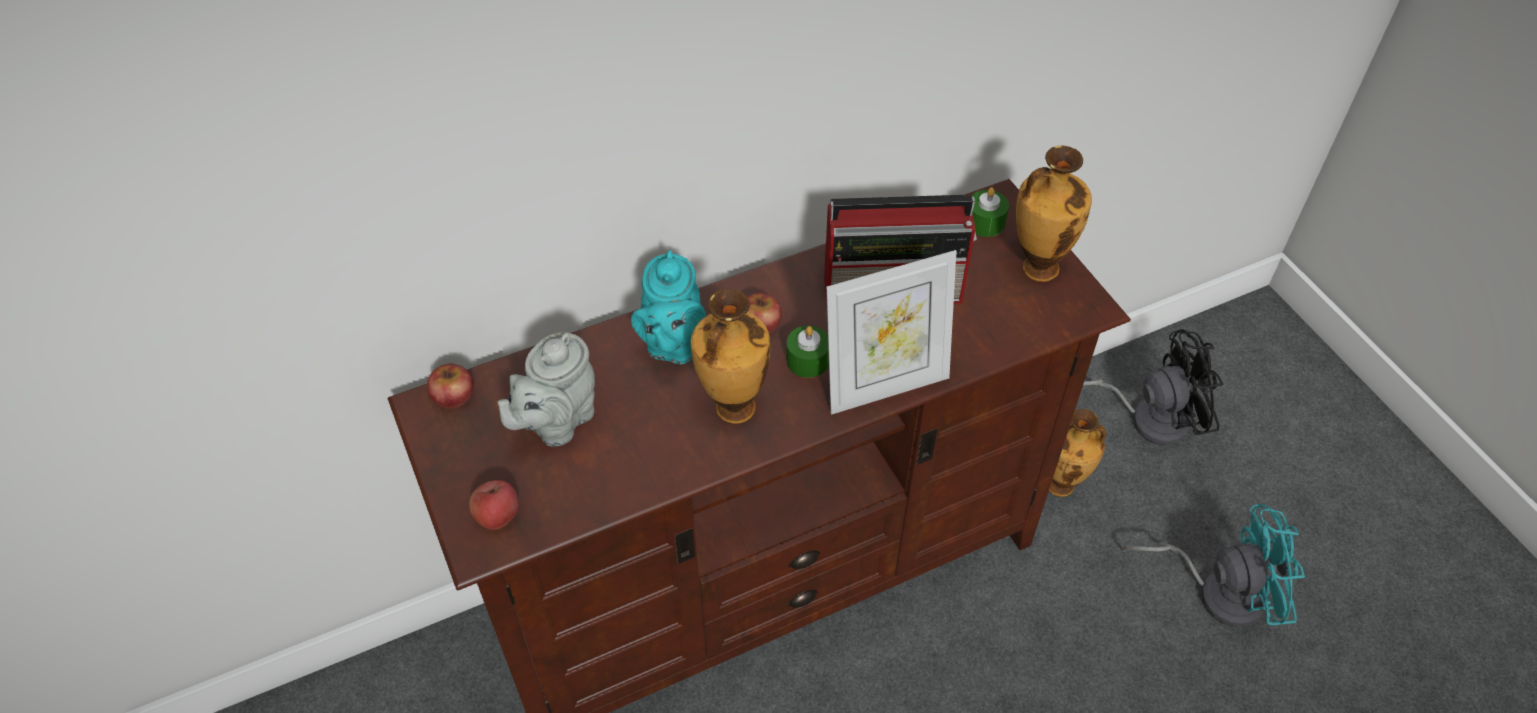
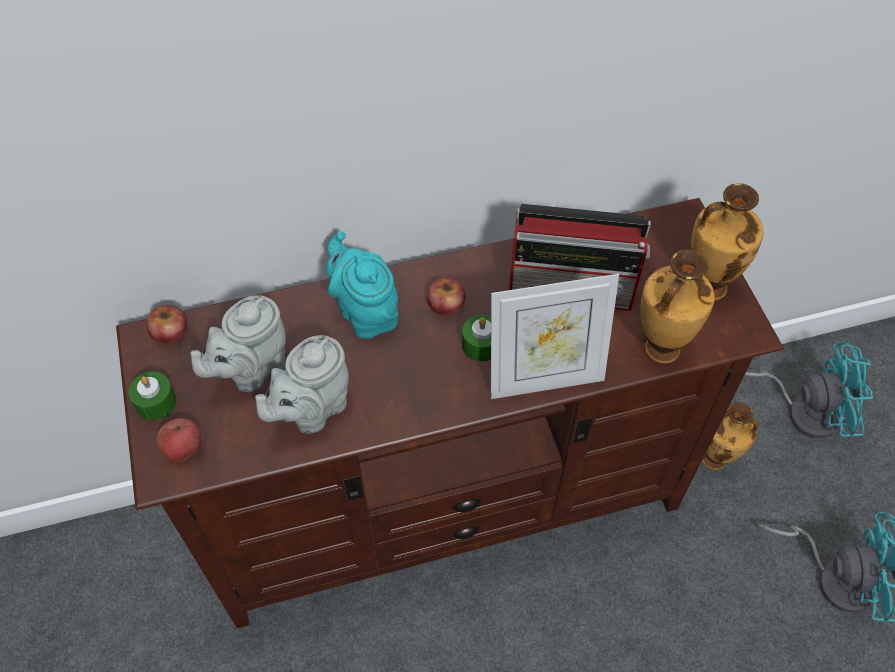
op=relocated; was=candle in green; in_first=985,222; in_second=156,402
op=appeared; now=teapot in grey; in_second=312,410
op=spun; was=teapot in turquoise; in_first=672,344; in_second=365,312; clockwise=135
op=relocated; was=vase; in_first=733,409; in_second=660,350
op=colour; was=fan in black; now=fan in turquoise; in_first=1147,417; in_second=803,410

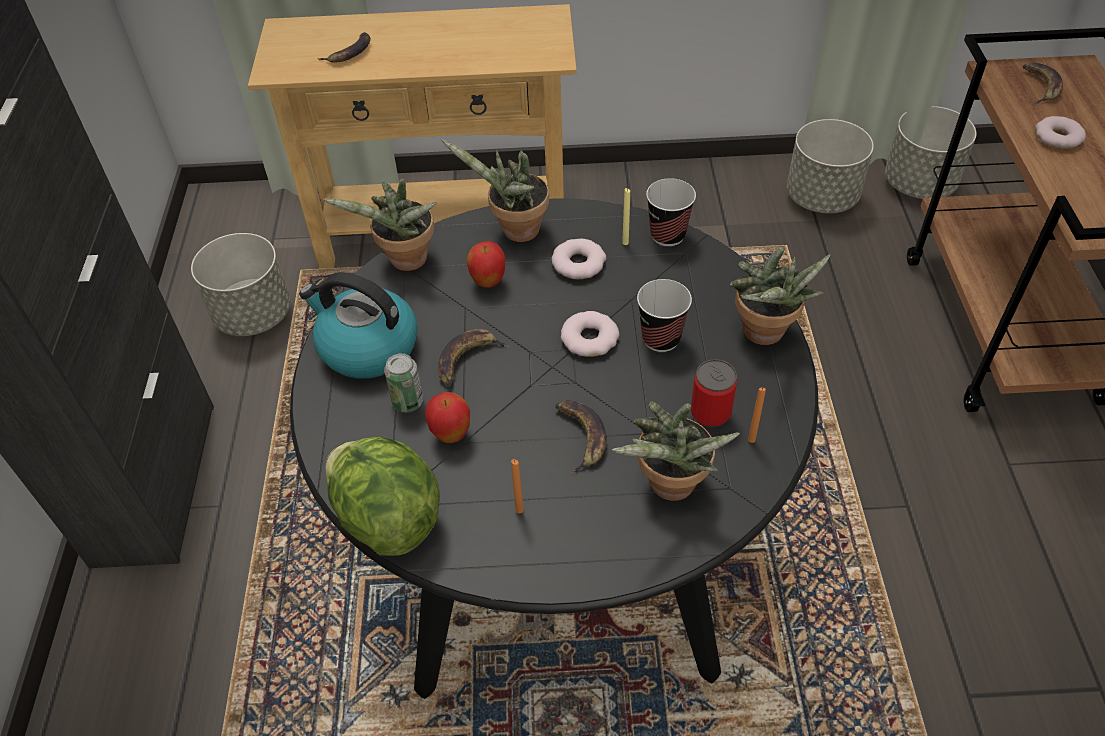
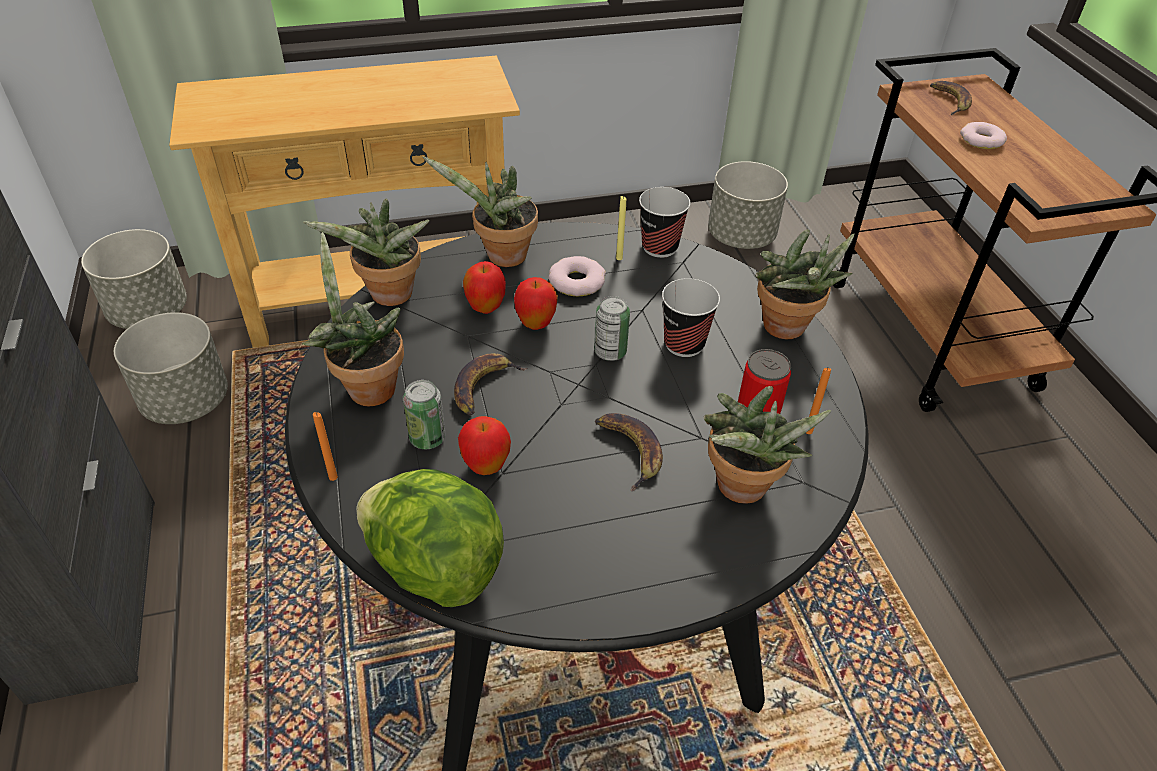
op=relocated; was=planter in grey; in_first=918,184; in_second=149,312
op=exchanged; was=kettle; now=potted plant; in_first=367,347; in_second=366,387
op=relocated; was=candle in orange; in_first=519,510; in_second=333,477
op=appeared; now=apple; in_second=536,324
op=exchanged; was=donut; now=can; in_first=590,338; in_second=610,352
op=missing; was=banana; in_first=350,52

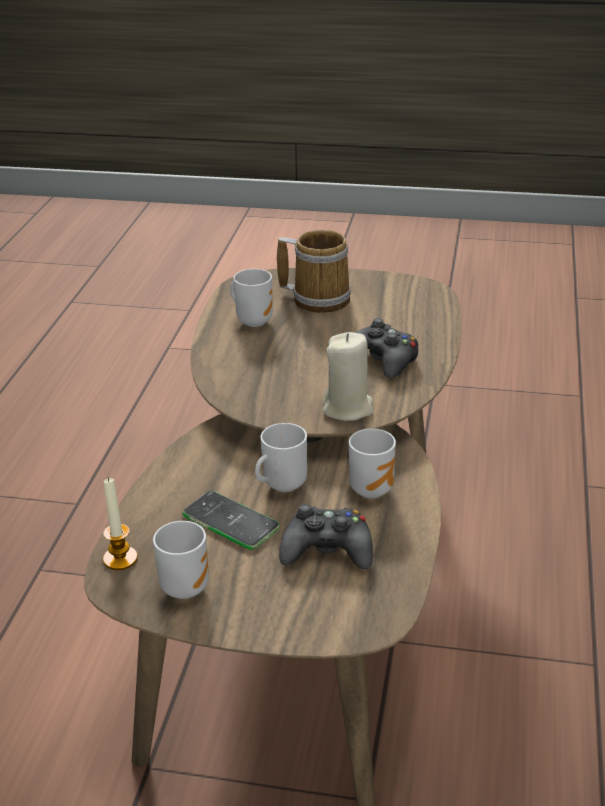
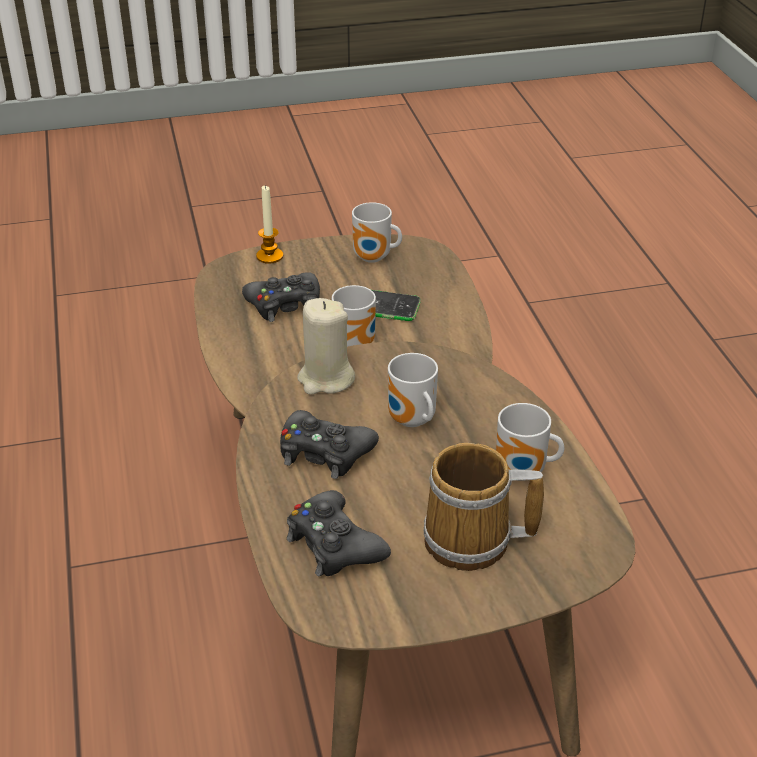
op=relocated; was=candle; in_first=120,559; in_second=269,256
op=appeared; now=game controller in black; in_second=334,545
op=relocated; was=mug; in_first=373,488; in_second=411,422

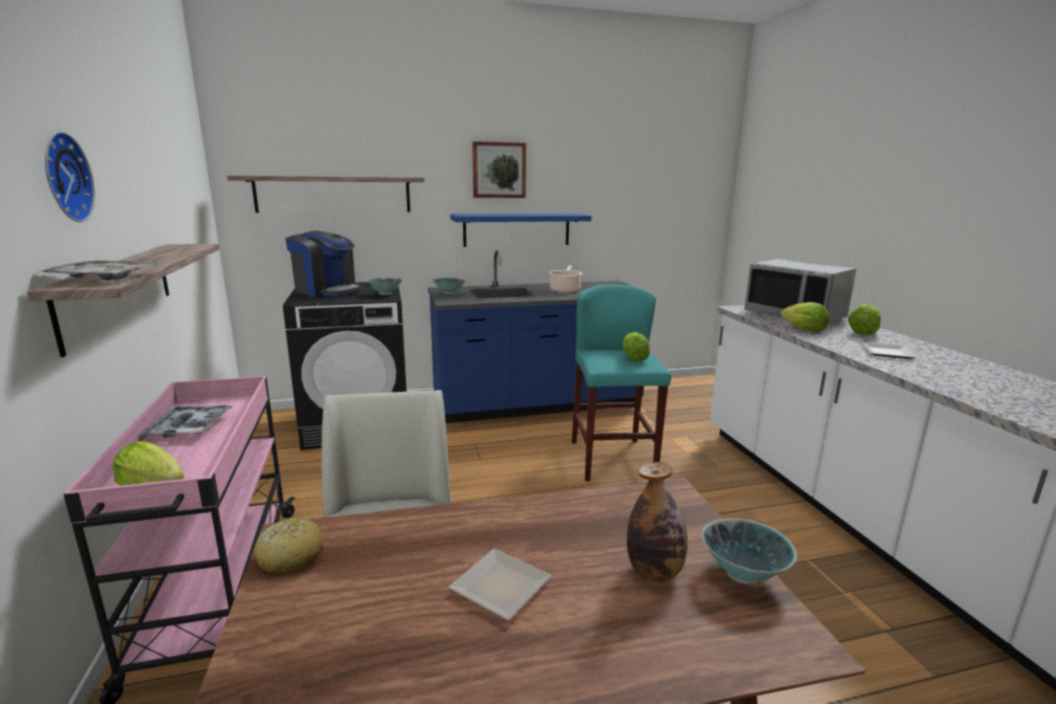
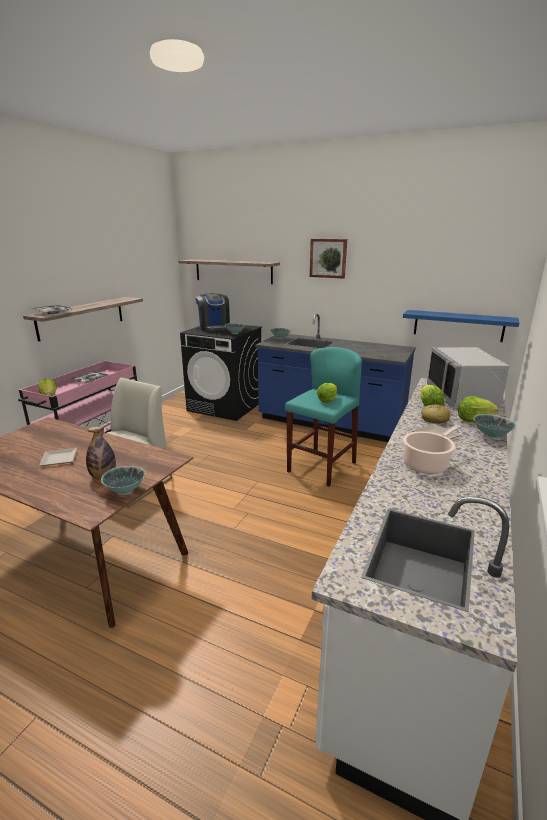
op=relocated; was=shelf in blue; in_first=517,229; in_second=458,325
op=relocated; was=cooking pot; in_first=565,290; in_second=427,464
op=relocated; was=bread; in_first=290,556; in_second=434,419
op=appeared; now=bowl; in_second=491,436
op=missing; was=wall clock; in_first=62,177

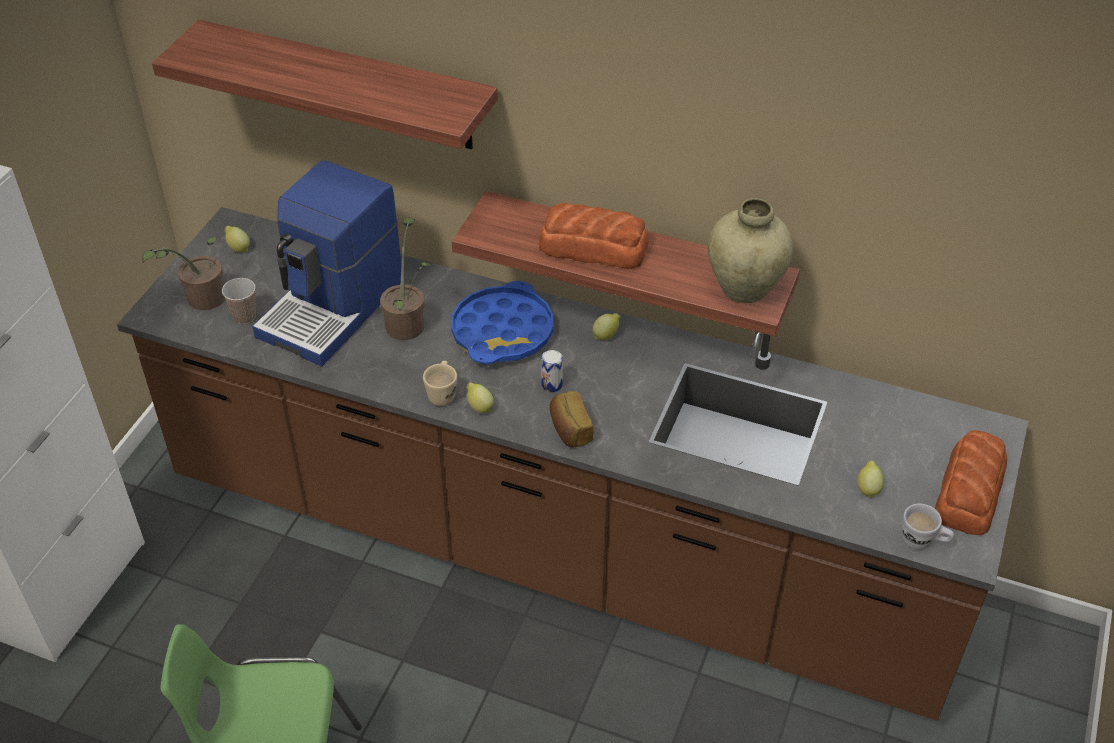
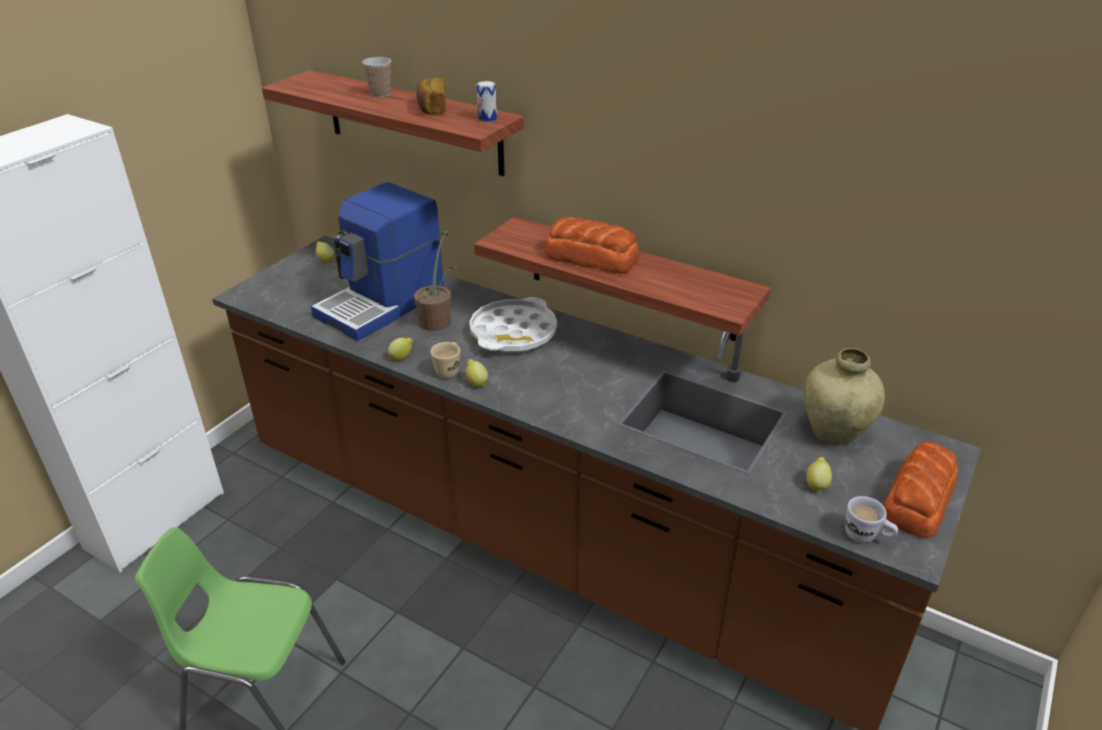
op=relocated; was=cup; in_first=244,316; in_second=380,94
op=relocated; was=lemon; in_first=606,335; in_second=402,358
op=relocated; was=bread; in_first=569,429; in_second=431,108
op=colour; was=tray in blue; now=tray in white; in_first=503,332; in_second=513,333
op=relocated; was=can; in_first=551,385; in_second=487,119
op=relocated; was=vase in beige; in_first=744,289; in_second=833,433
op=missing; was=potted plant; in_first=201,300

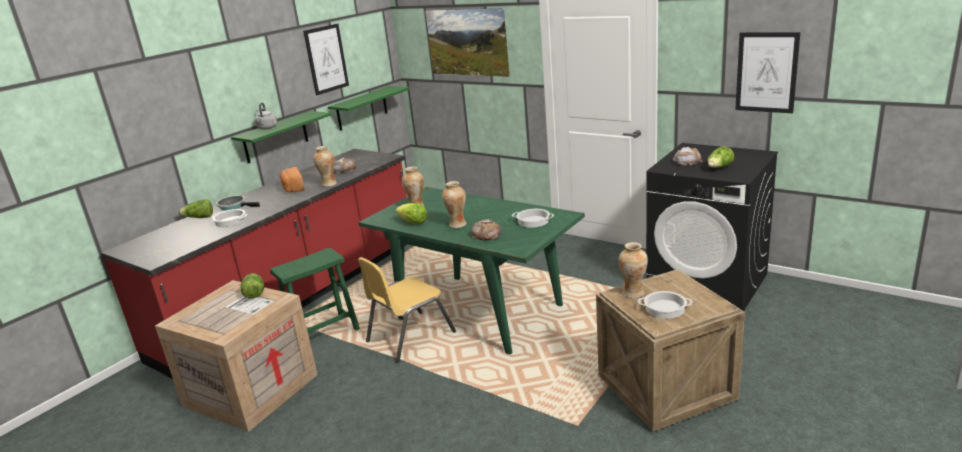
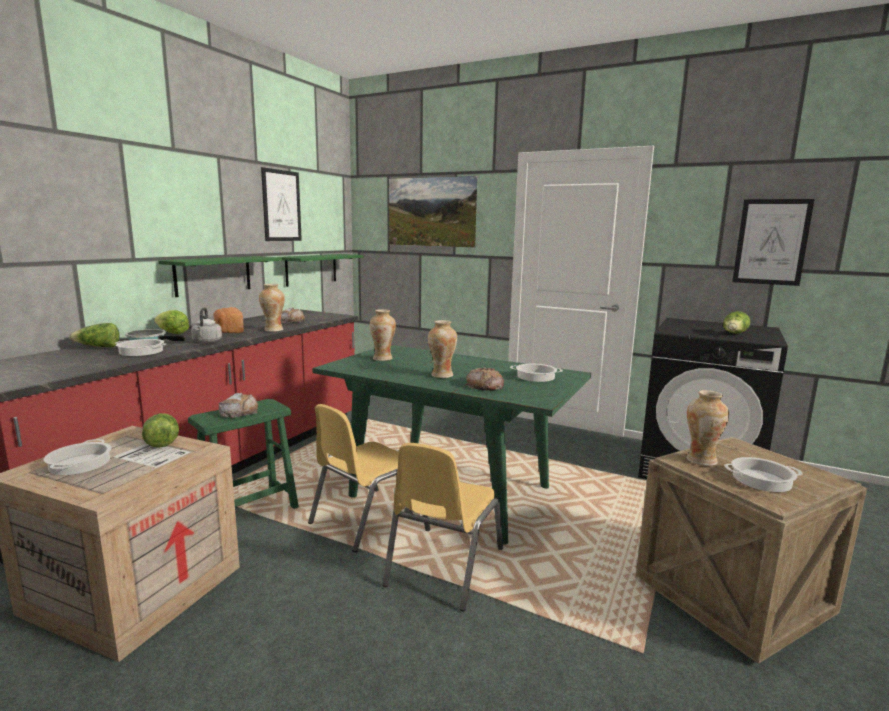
op=appeared; now=cooking pot; in_second=80,464
op=relocated; was=lettuce; in_first=413,223; in_second=172,333
op=relocated; was=kettle in grey; in_first=267,128; in_second=207,342
op=relocated; was=bread; in_first=687,161; in_second=239,412
op=appeared; now=chair in yellow; in_second=443,567

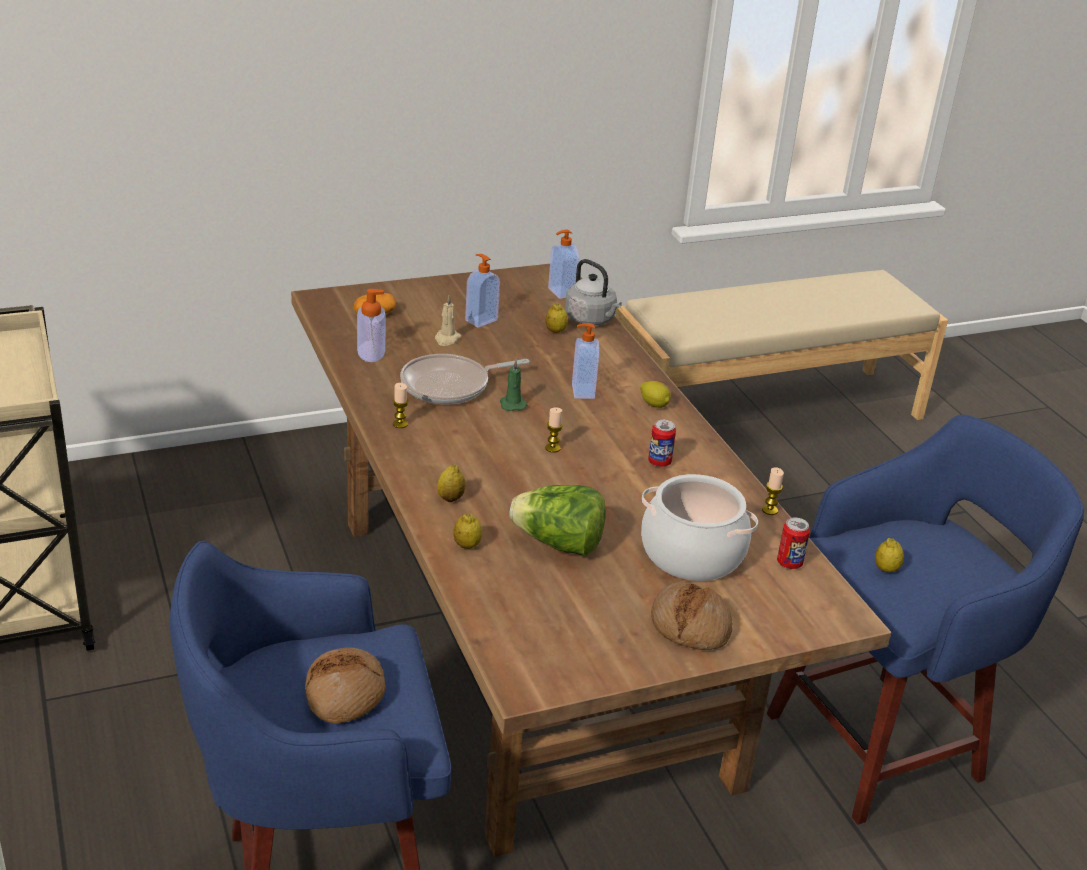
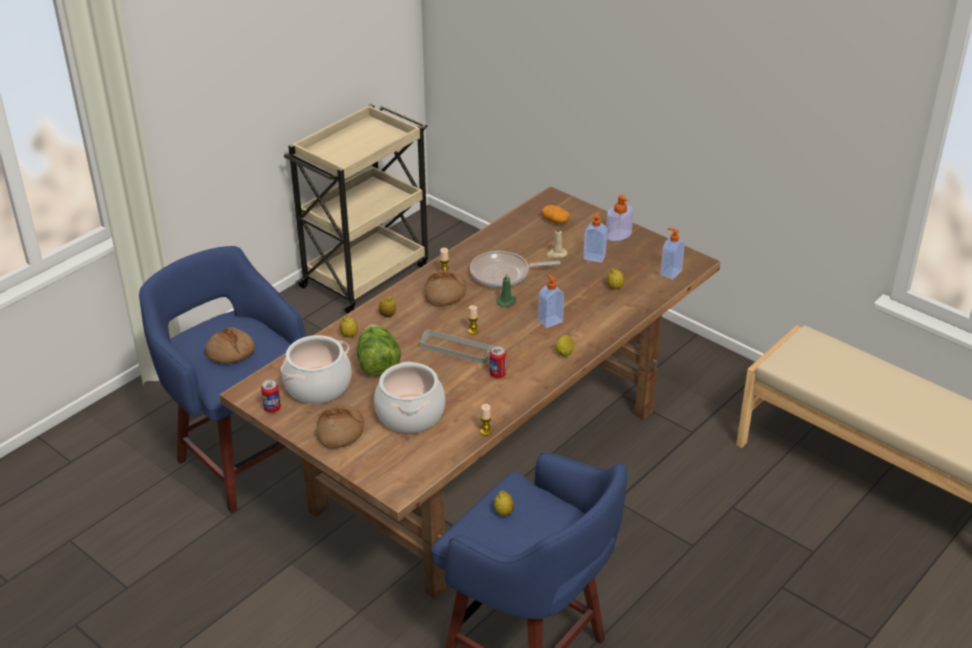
op=relocated; was=can; in_first=789,563; in_second=272,408
op=appeared; now=cooking pot; in_second=318,386
op=appeared; now=tray in grey; in_second=457,349
op=appeared; now=bread; in_second=445,294
op=spun; was=frying pan; in_first=450,386; in_second=503,274; clockwise=-45
op=relocated; was=soap dispenser; in_first=371,352; in_second=618,235
op=missing; was=kettle in grey; in_first=591,320

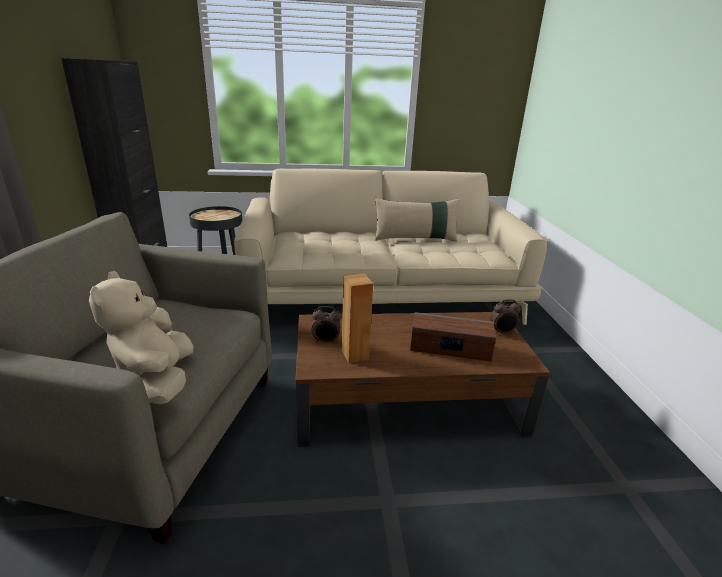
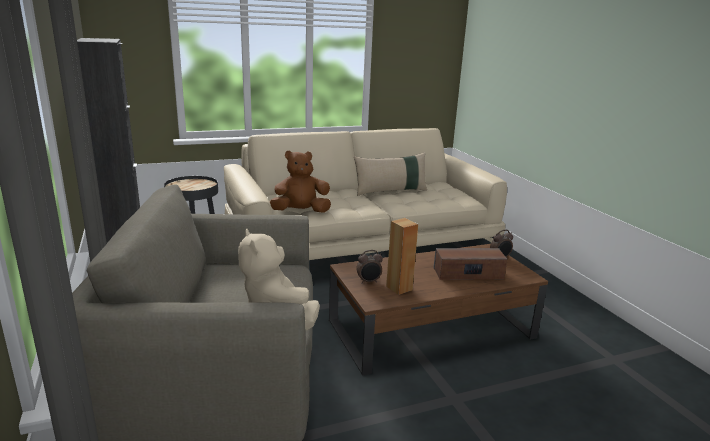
op=appeared; now=plush toy in brown; in_second=300,212

